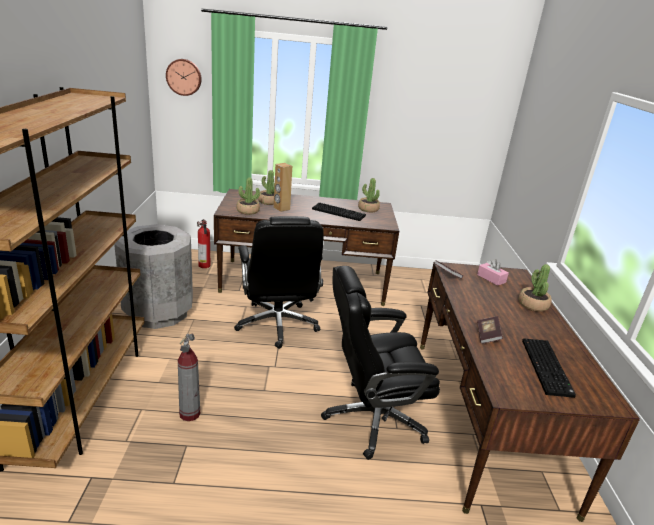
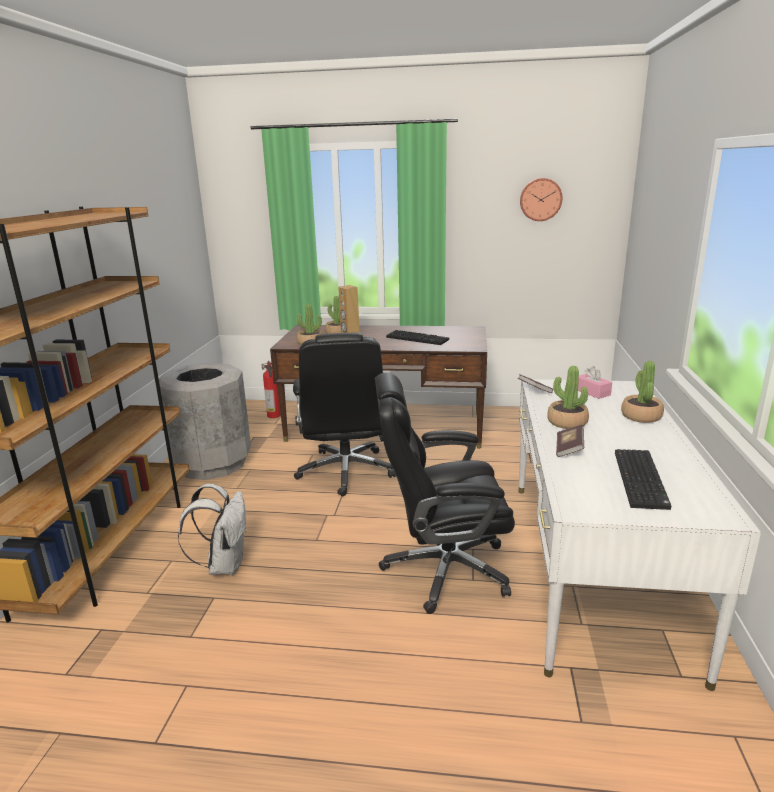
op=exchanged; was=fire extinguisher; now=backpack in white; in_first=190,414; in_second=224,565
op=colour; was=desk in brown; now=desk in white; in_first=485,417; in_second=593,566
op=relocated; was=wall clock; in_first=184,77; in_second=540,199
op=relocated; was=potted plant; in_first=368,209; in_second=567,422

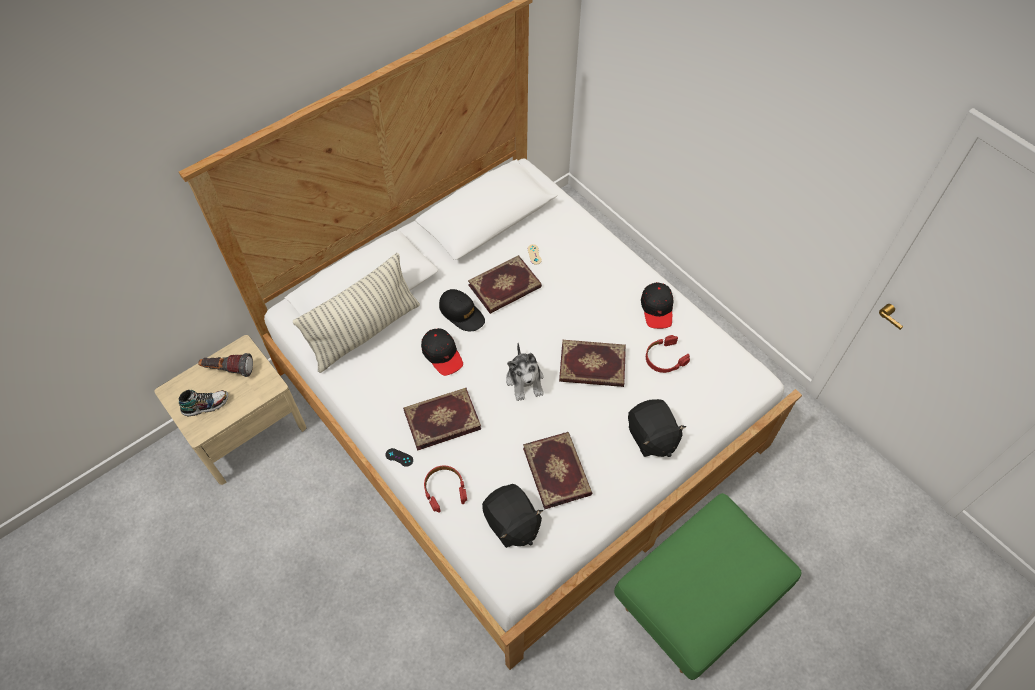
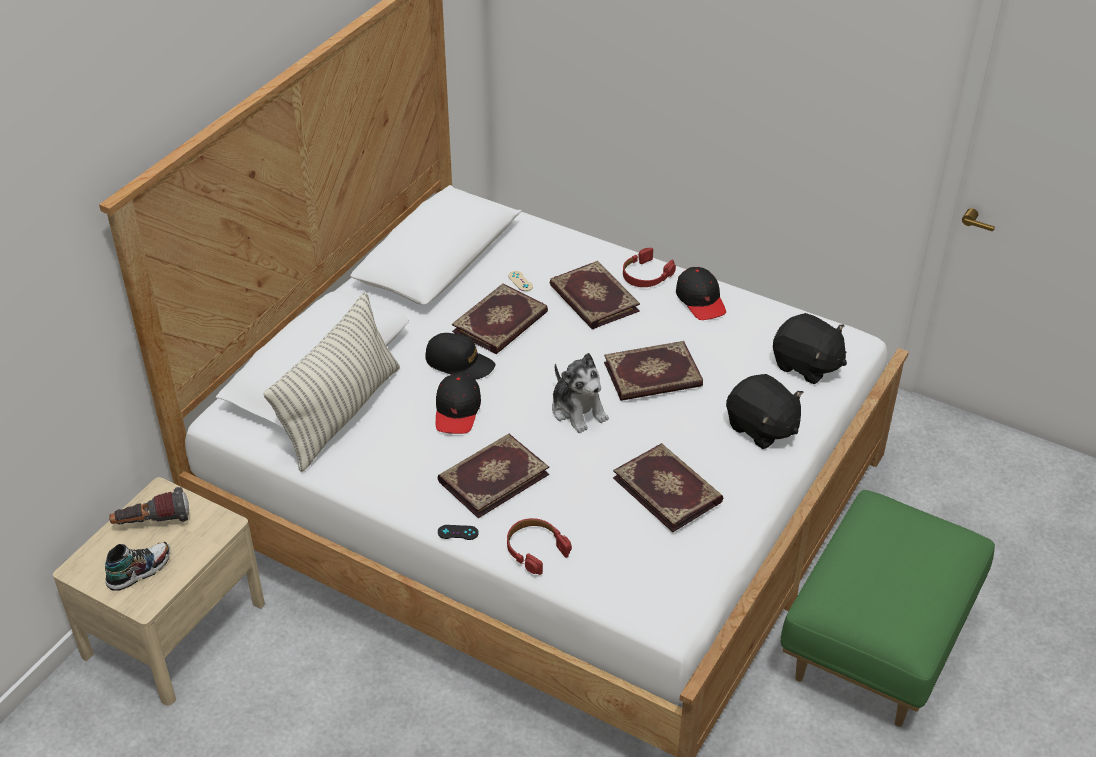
op=spun; was=cap in black; in_first=442,354; in_second=457,411; clockwise=60
op=appeared; now=book; in_second=592,299
op=relocated; was=headphones in red; in_first=664,358; in_second=645,275
op=relocated; was=plush toy in black; in_first=511,524; in_second=806,365

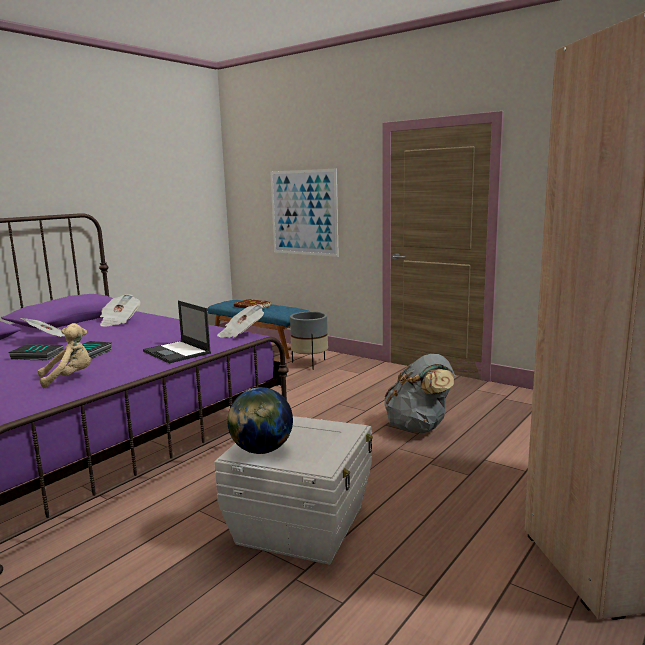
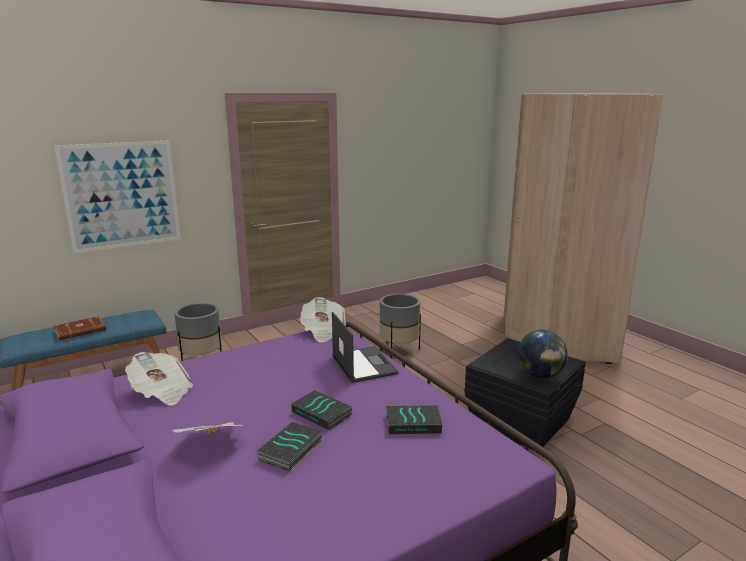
op=spun; was=laptop; in_first=177,352; in_second=363,364; clockwise=-90
op=exchanged; was=backpack in grey; now=planter in grey; in_first=419,427; in_second=399,350
op=exchanged; was=plush toy in beige; now=book; in_first=69,378; in_second=414,423
op=colour; was=storage box in white; now=storage box in black; in_first=302,525; in_second=520,421

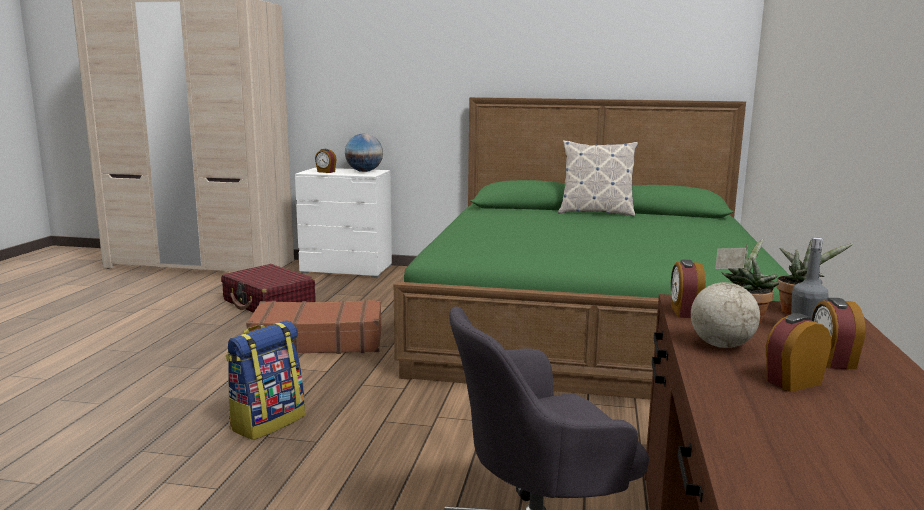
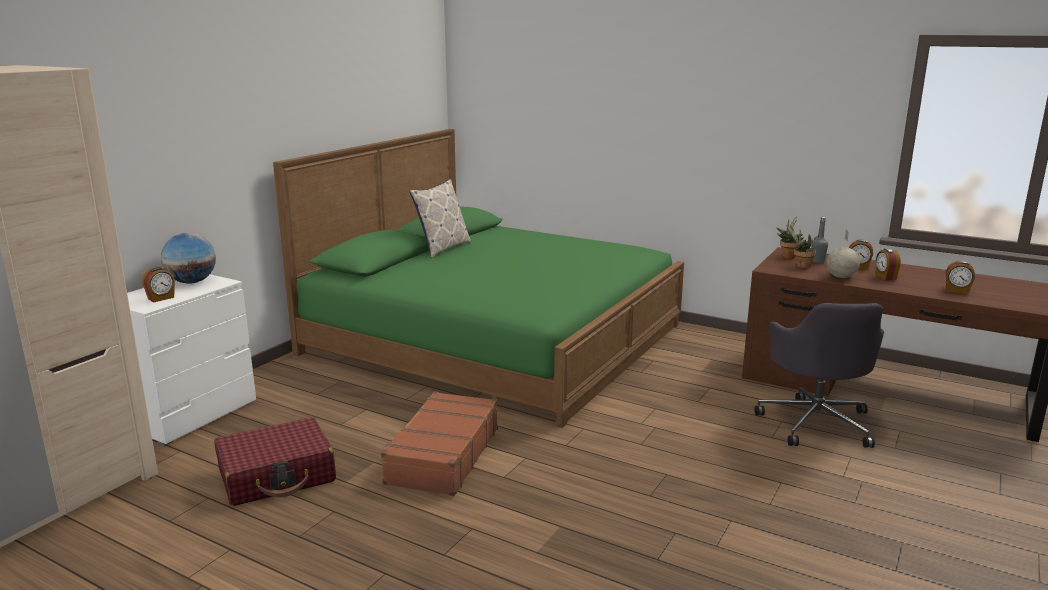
op=relocated; was=alarm clock; in_first=684,312; in_second=957,290
op=missing; was=backpack; in_first=267,422

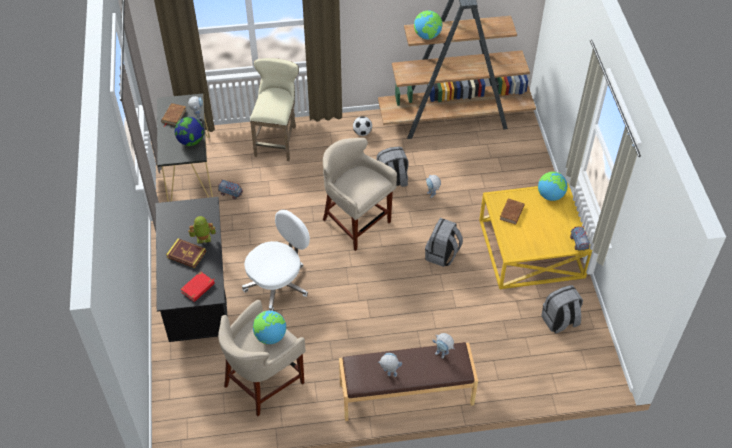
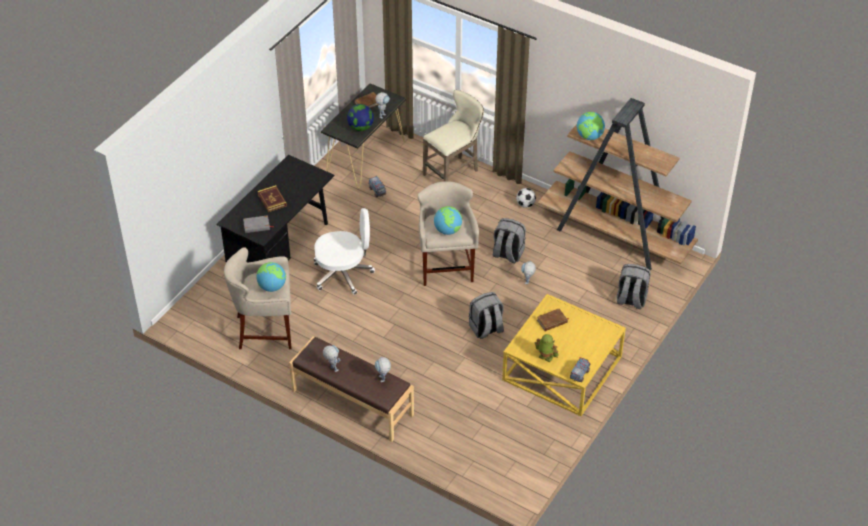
op=colour; was=book in red; now=book in grey; in_first=198,288; in_second=256,226
op=relocated; was=globe; in_first=550,195; in_second=447,230
op=relocated; was=toy robot; in_first=203,240; in_second=545,357
op=relocated; was=backpack in grey; in_first=559,321; in_second=631,300

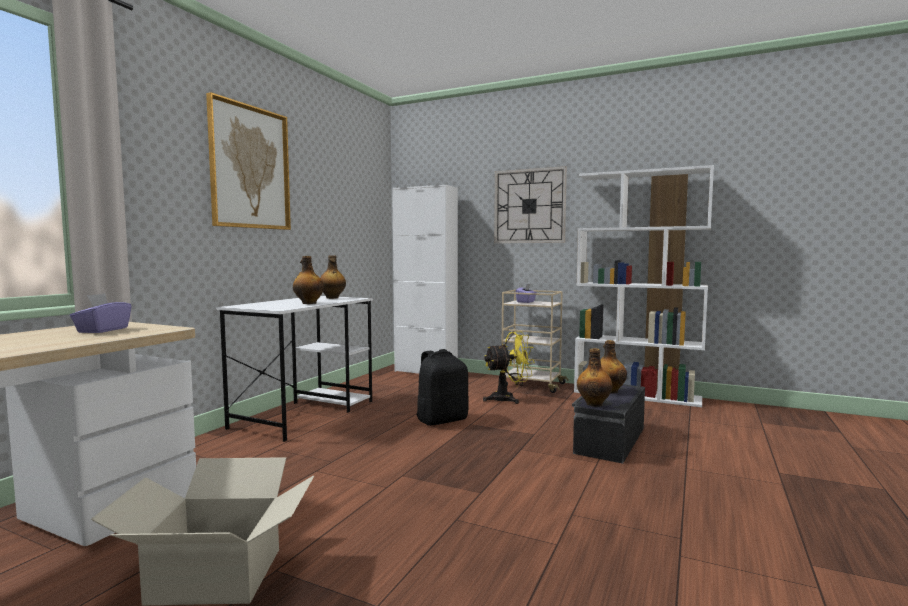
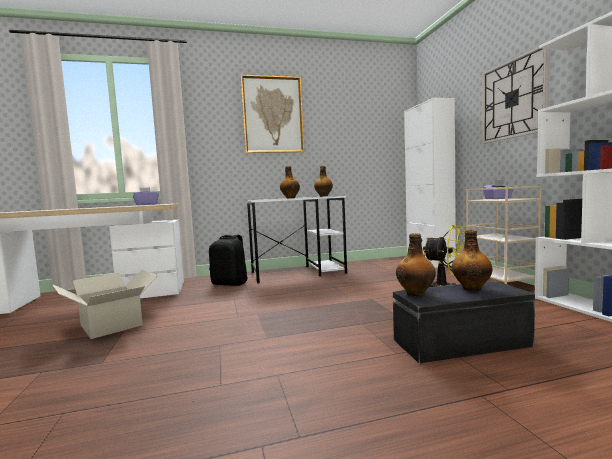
op=relocated; was=backpack in black; in_first=442,420; in_second=230,283

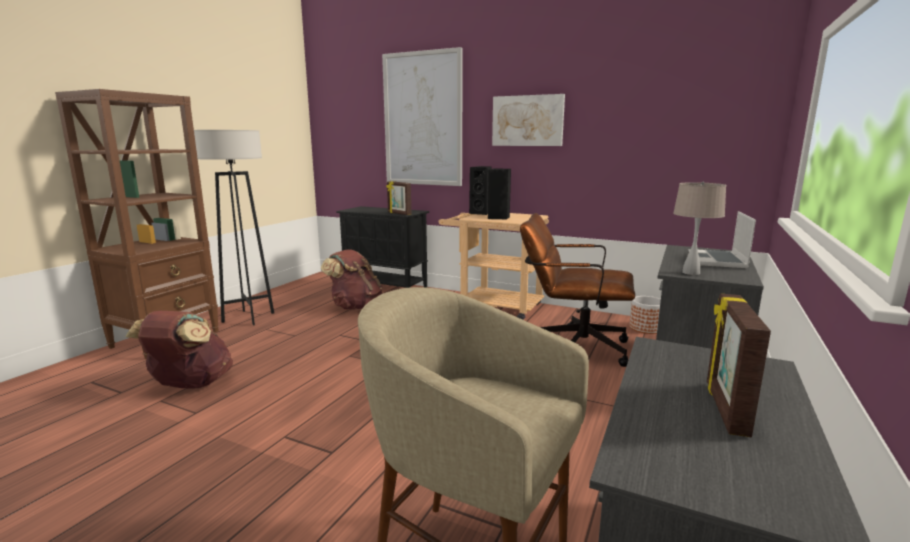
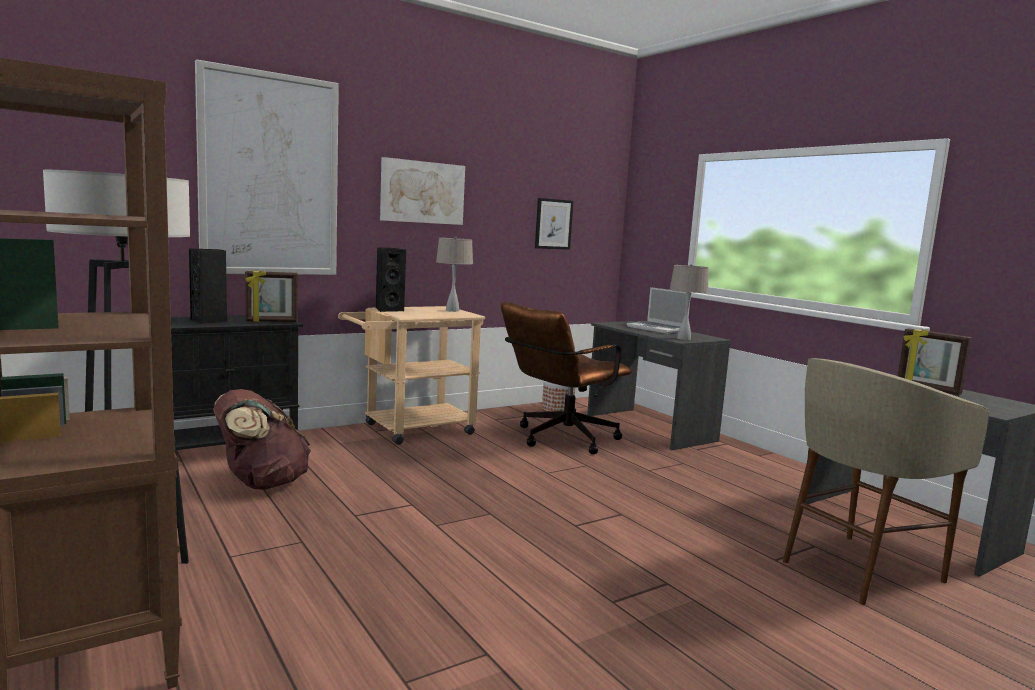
op=relocated; was=speaker in black; in_first=498,218; in_second=209,321
op=appeared; now=table lamp in beige; in_second=452,310
op=appeared; now=picture; in_second=553,224
op=missing; was=backpack in brown; in_first=190,385

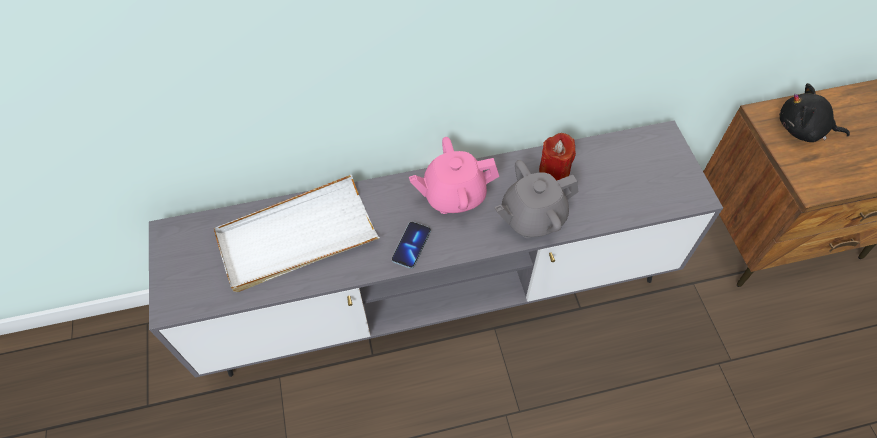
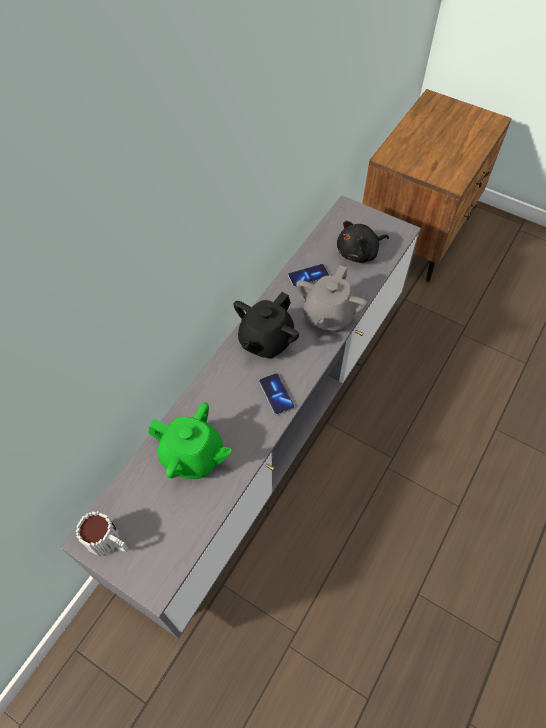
op=appeared; now=mug; in_second=109,542
op=exchanged; was=tray in white; now=teapot in green; in_first=297,237; in_second=193,456
op=colour; was=teapot in pink; now=teapot in black; in_first=453,195; in_second=265,341
op=exchanged; was=candle in red; now=phone; in_first=554,170; in_second=308,276
op=relocated; was=plush toy in black; in_first=803,130; in_second=359,253

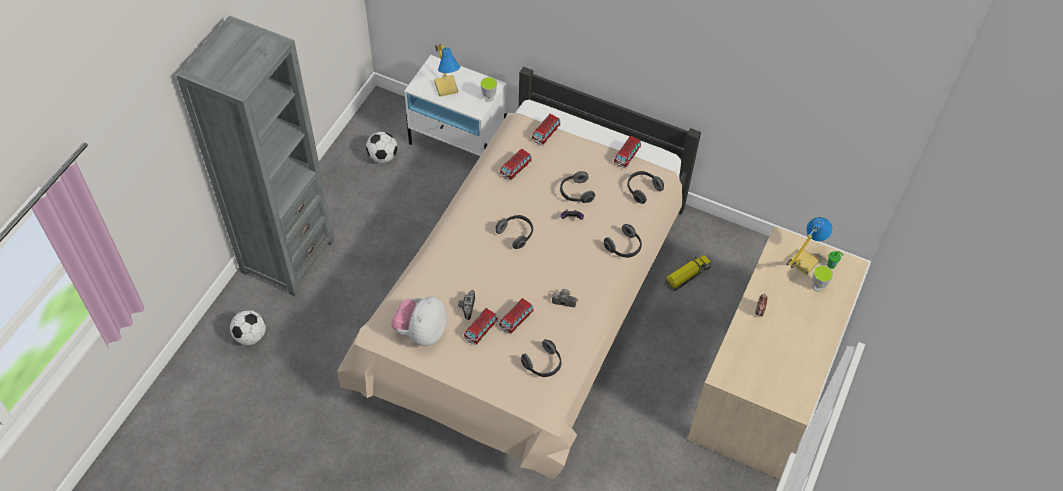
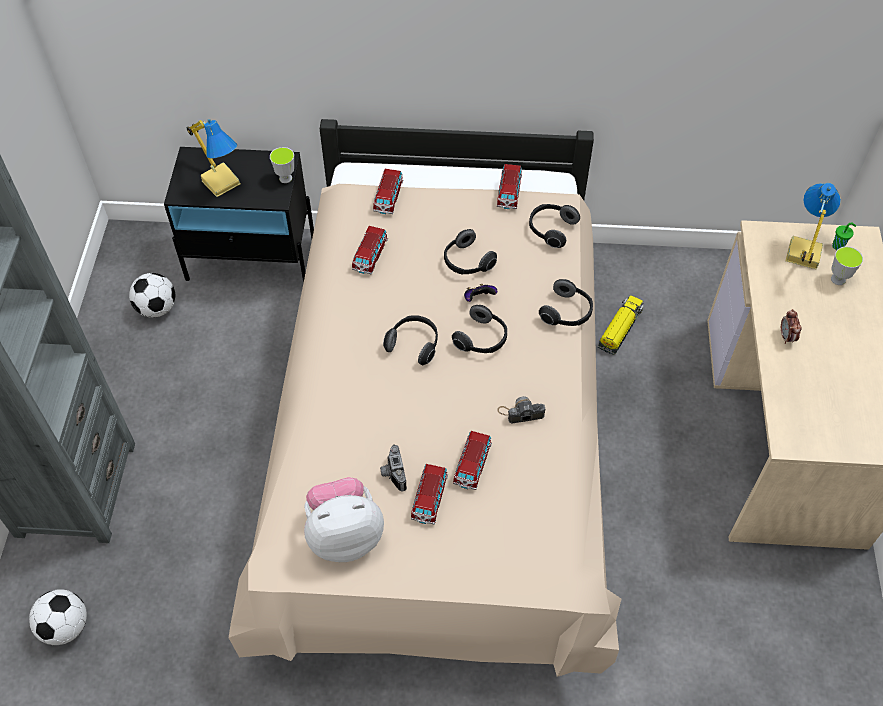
op=colour; was=nightstand in white; now=nightstand in black; in_first=458,144; in_second=252,259
op=spun; was=plush toy; in_first=421,332; in_second=344,535; clockwise=75
op=relocated; was=headphones; in_first=543,364; in_second=482,339

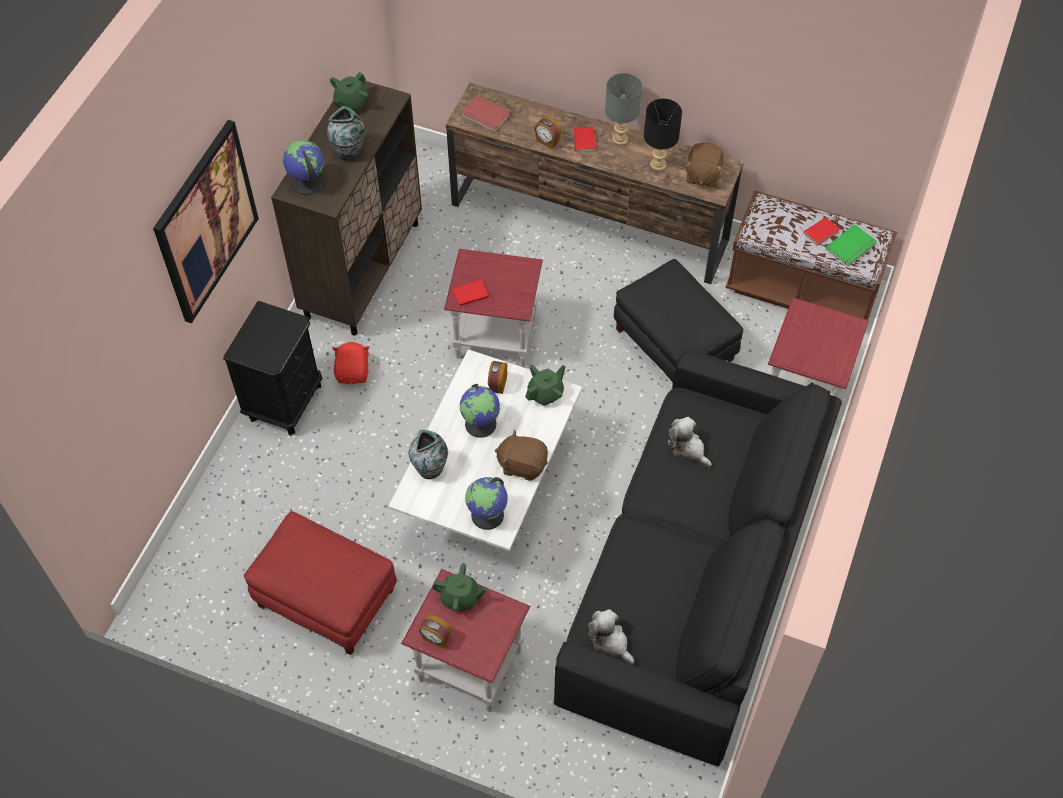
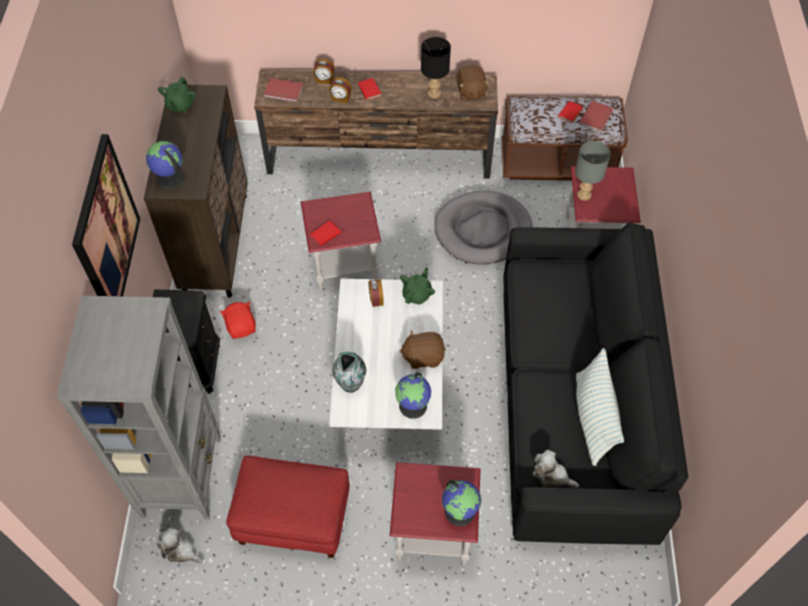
op=appeared; now=bookcase in grey; in_second=182,476
op=relocated; was=plush toy; in_first=688,448; in_second=181,550
op=relocated; was=alarm clock; in_first=436,638; in_second=324,80
op=exchanged; was=ottoman in black; now=dog bed in grey; in_first=675,344; in_second=483,230
op=relocated; was=globe; in_first=481,423; in_second=460,511
op=relocated; was=table lamp in grey; in_first=620,139; in_second=583,194
op=appeared; now=pillow; in_second=592,418
op=colour; was=book in green; now=book in red; in_first=852,247; in_second=597,117
op=missing; was=vase; in_first=349,152
op=missing; was=teapot in green; in_first=460,598

